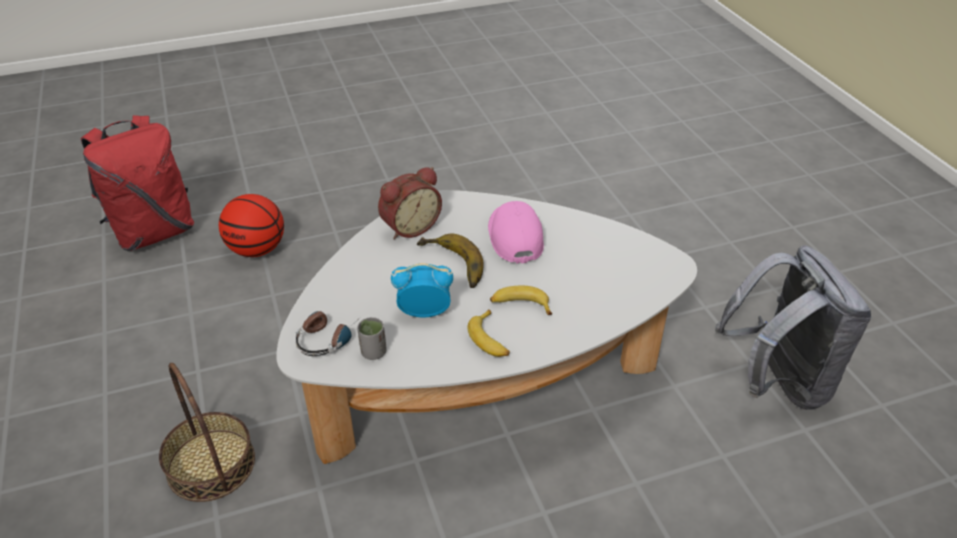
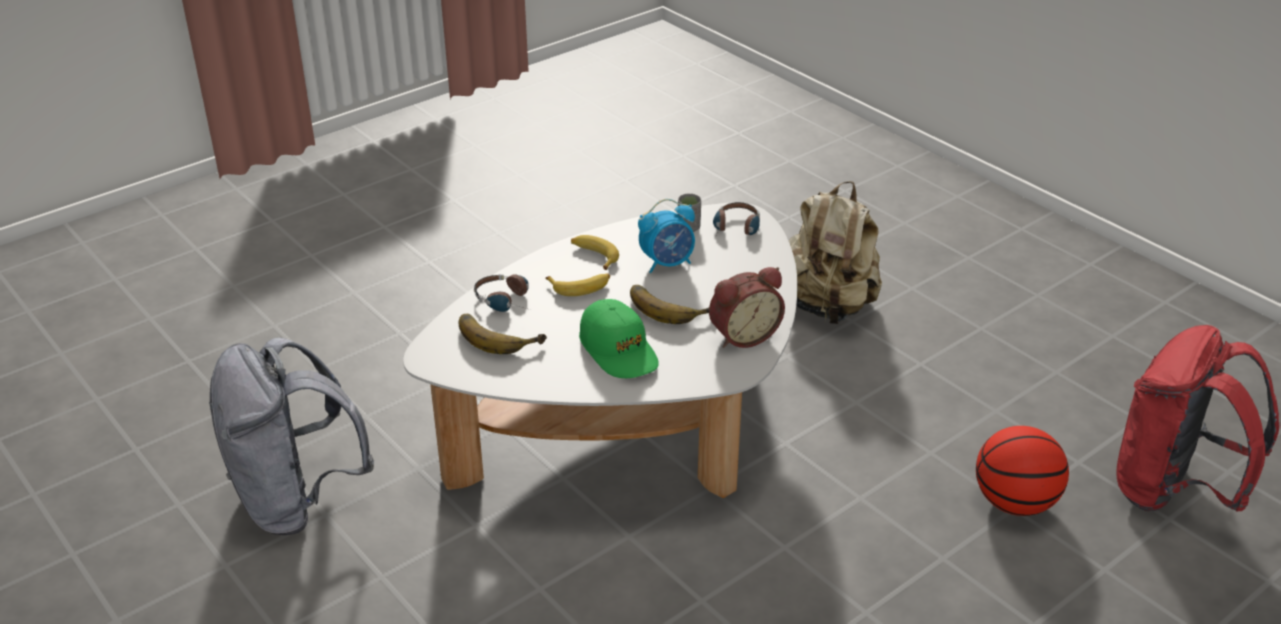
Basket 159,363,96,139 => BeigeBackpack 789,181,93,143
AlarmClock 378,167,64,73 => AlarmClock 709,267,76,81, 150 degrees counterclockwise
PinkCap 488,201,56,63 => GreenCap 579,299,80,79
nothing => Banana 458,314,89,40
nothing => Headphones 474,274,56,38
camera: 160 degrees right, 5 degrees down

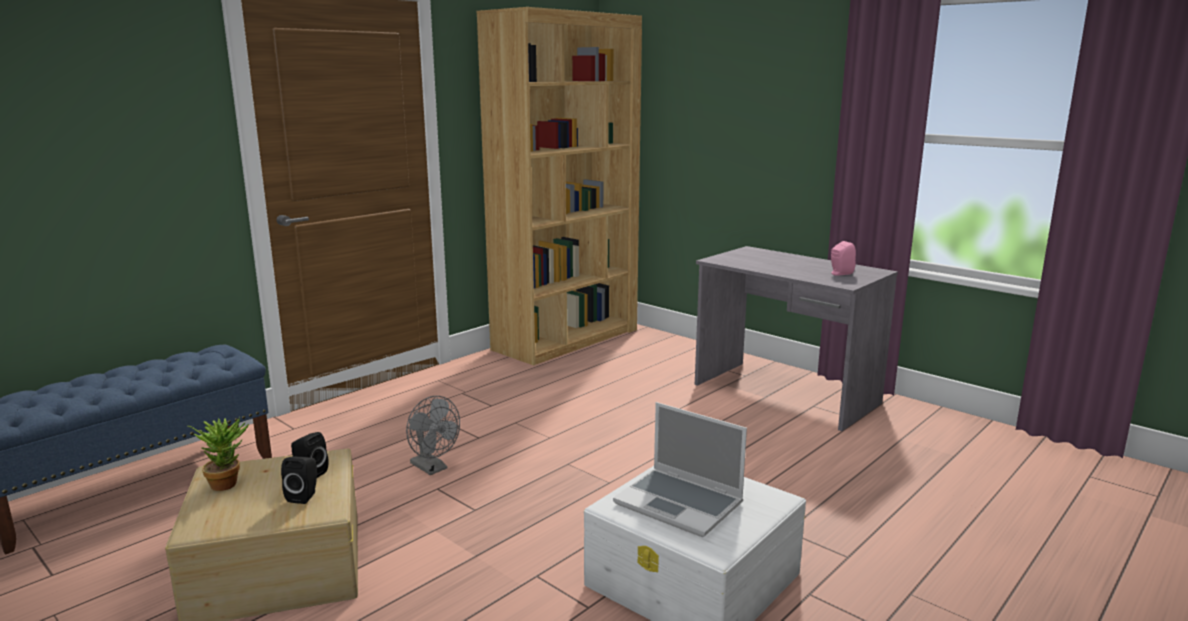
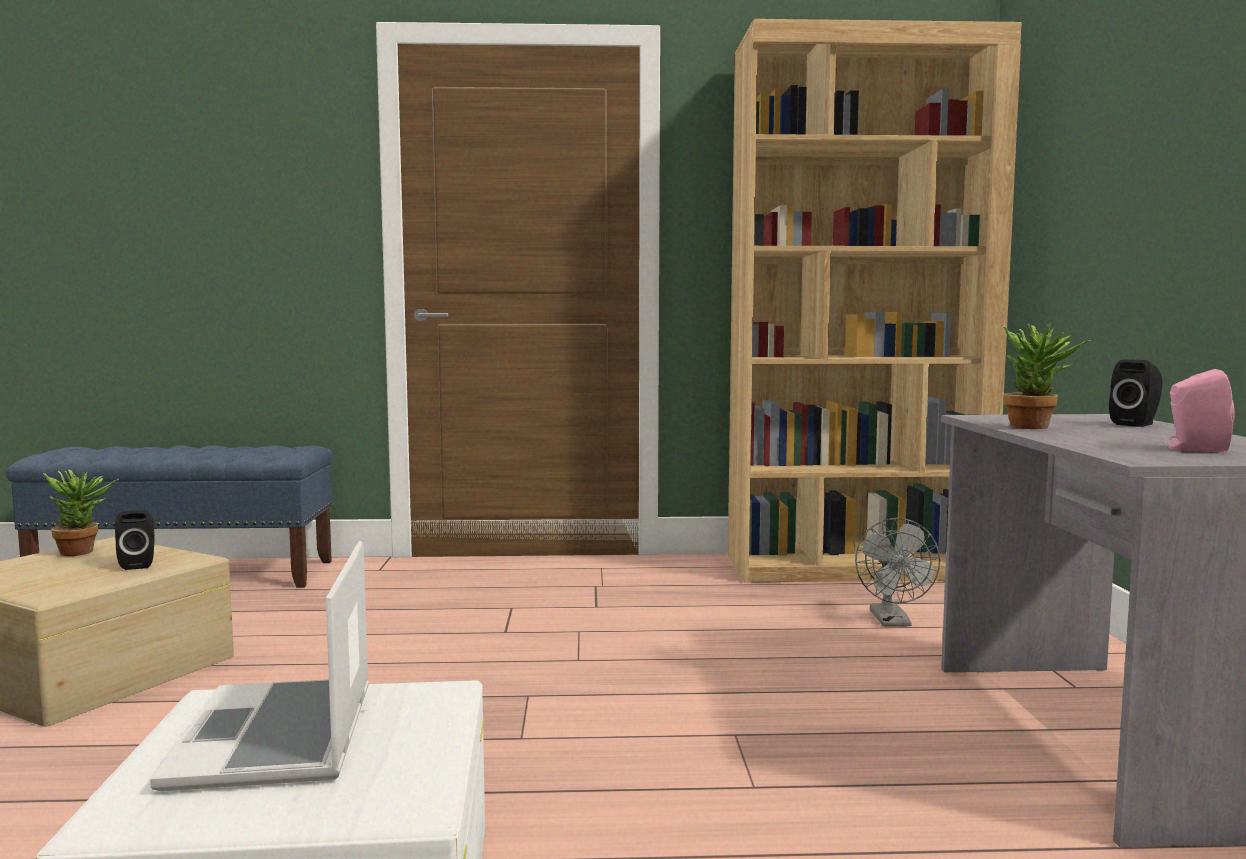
BlackSpeaker 281,456,36,48 => BlackSpeaker 1109,359,53,68, move
GreyFan 406,396,54,79 => GreyFan 855,518,85,108, move
nothing => PottedPlant 1003,323,88,106
camera: 45 degrees right, 10 degrees down

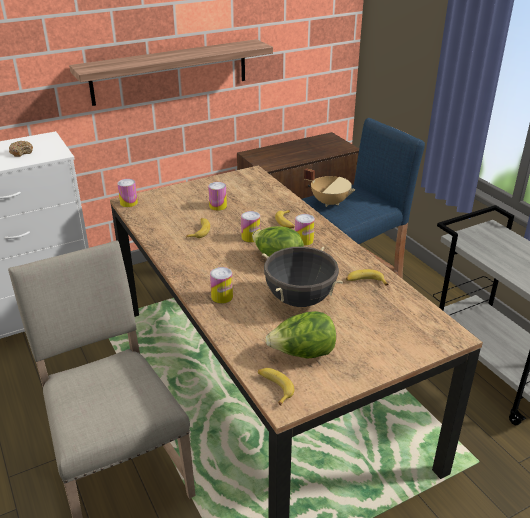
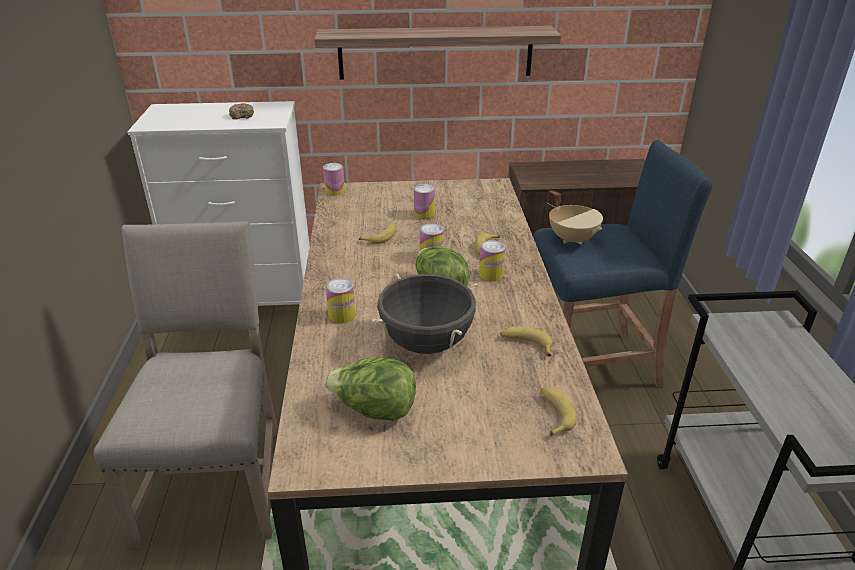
Banana 258,368,36,38 => Banana 540,388,37,48, move
camera: 25 degrees right, 0 degrees up

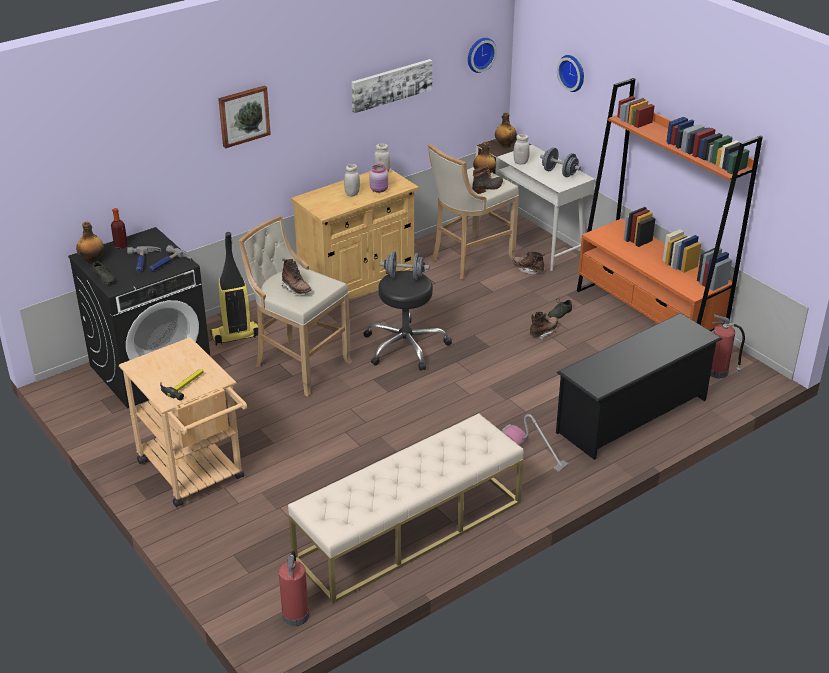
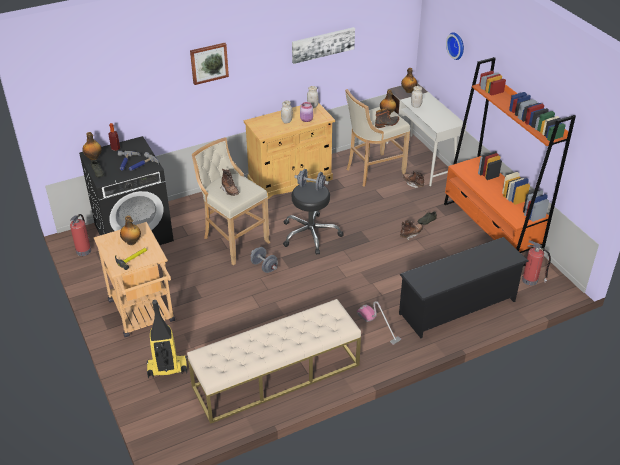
VacuumCleaner 210,232,48,114 => VacuumCleaner 147,300,40,78, move
FireExtinguisher 279,551,30,75 => FireExtinguisher 70,214,21,42, move
WallClock 468,38,29,35 => nothing
GreyDumbbell 540,147,41,30 => GreyDumbbell 251,247,27,26, move
nothing => Bottle 120,216,21,29
camera: 10 degrees right, 5 degrees up

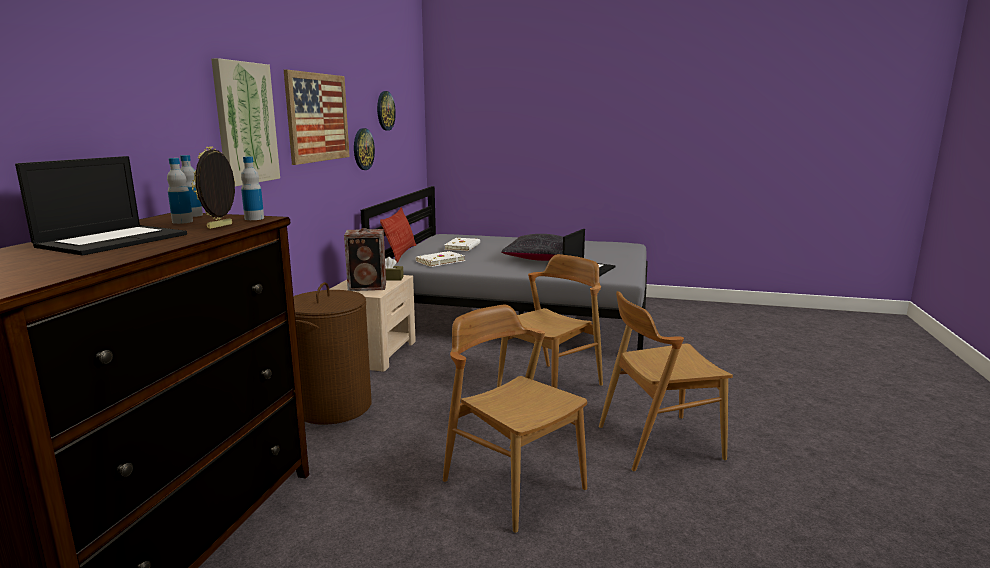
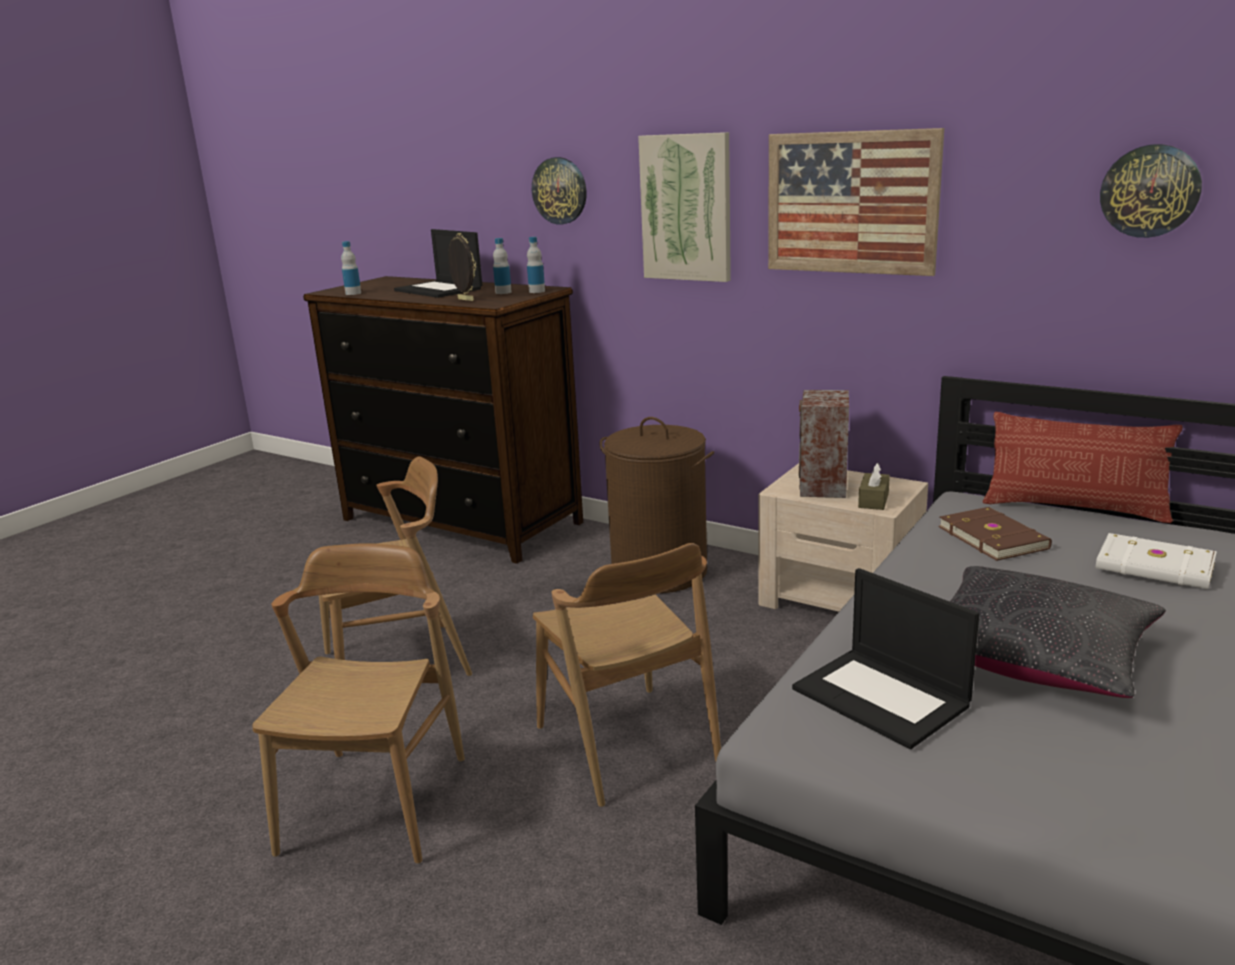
Bottle 241,156,23,64 => Bottle 341,241,20,54, move
WallClock 354,128,21,42 => WallClock 532,157,55,68, move
WhiteBook 415,251,50,16 => BrownBook 939,507,113,54
camera: 110 degrees right, 5 degrees up

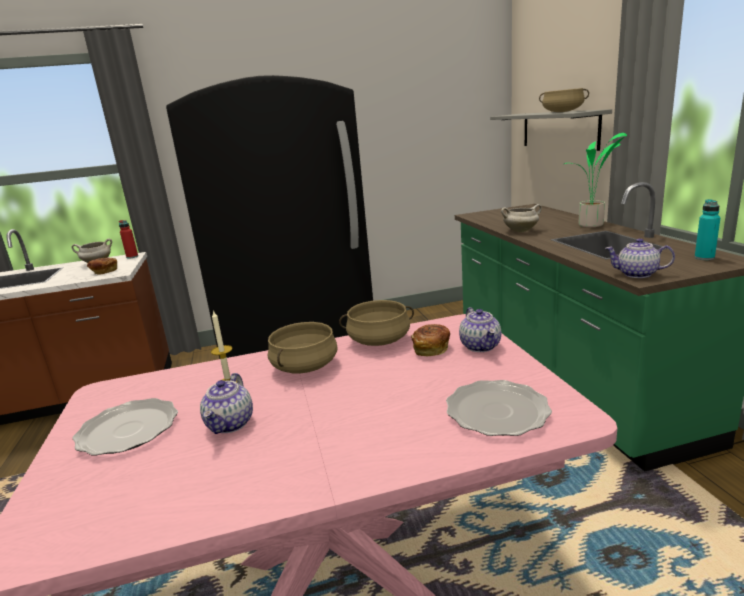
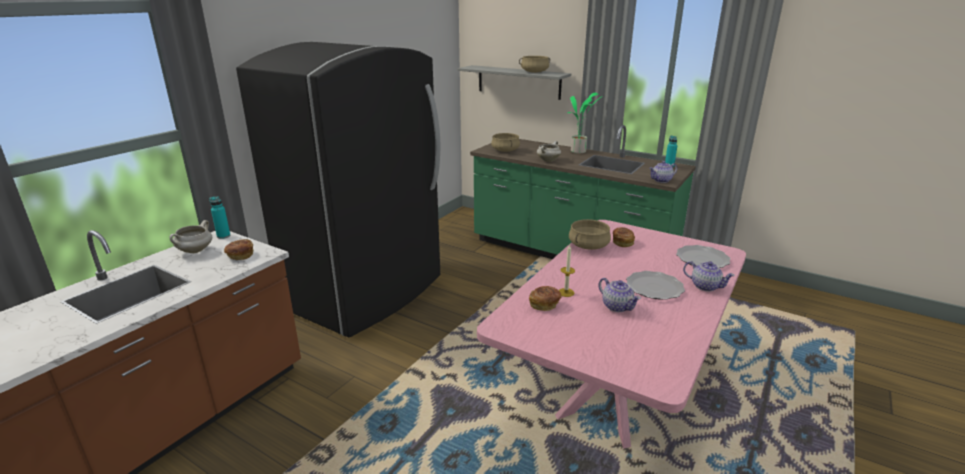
Plate 72,398,106,58 => Plate 626,271,59,29, move
RedBottle 119,220,19,39 => TurquoiseBottle 209,196,21,43
BeigeCookingPot 268,322,70,51 => BeigeCookingPot 491,133,29,19, move
Teapot 459,307,42,45 => Teapot 683,261,52,31, move
nothing => Bread 529,286,32,25
camera: 45 degrees left, 5 degrees up

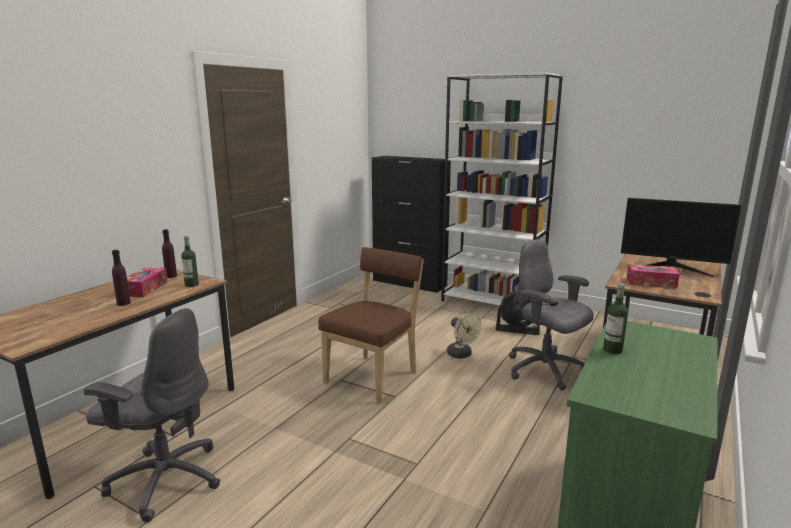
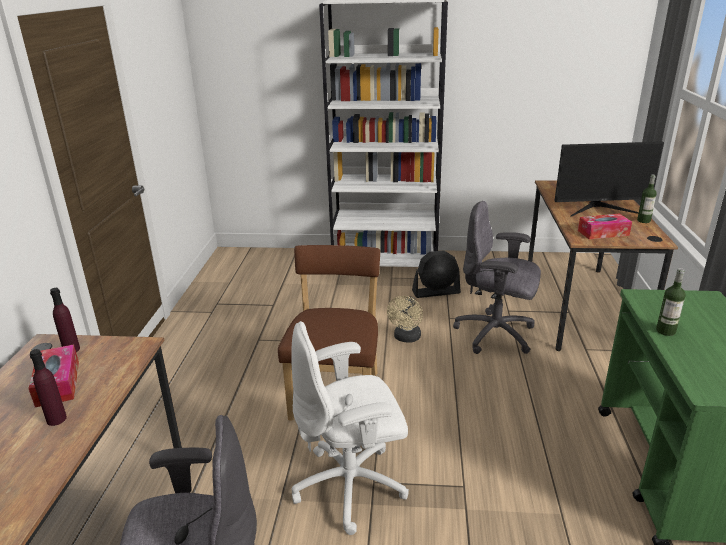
Bottle 181,236,18,51 => Bottle 637,175,20,48, move
BlackCabinet 372,156,79,137 => nothing
BeigeFan 447,313,35,45 => BeigeFan 387,296,36,46, 75 degrees clockwise
nothing => WhiteOfficeChair 291,321,118,214
camera: 25 degrees left, 10 degrees up

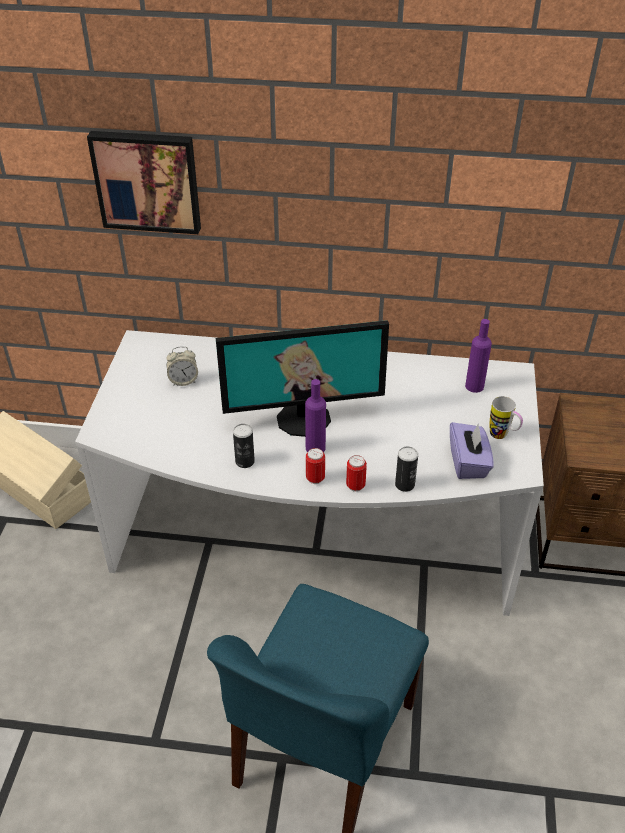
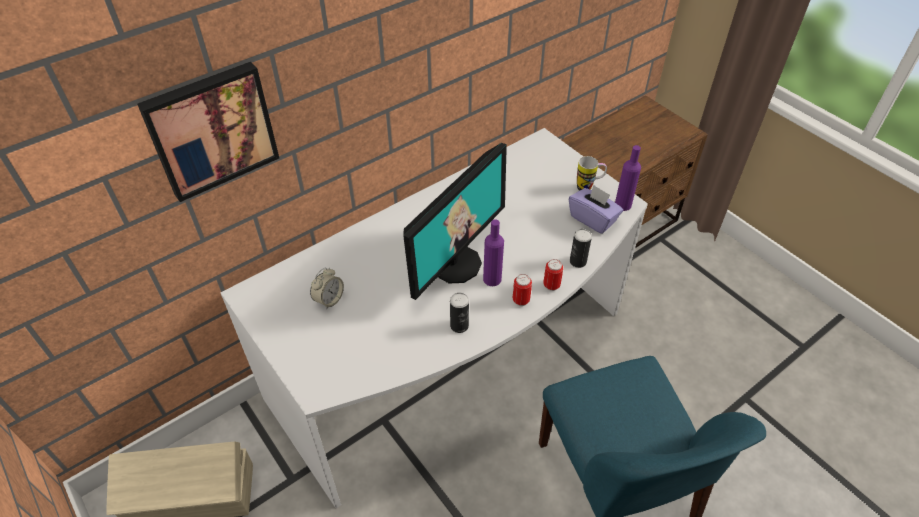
PurpleBottle 465,319,27,74 => PurpleBottle 615,145,26,66, move
camera: 45 degrees left, 5 degrees up

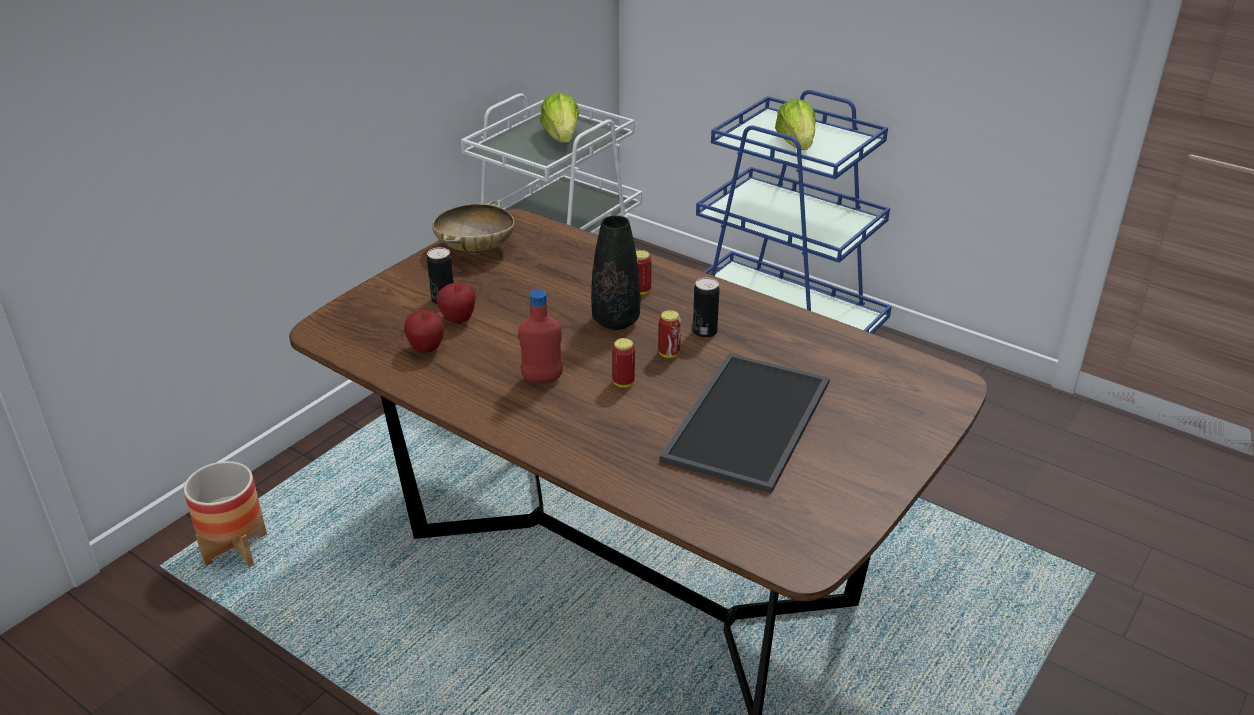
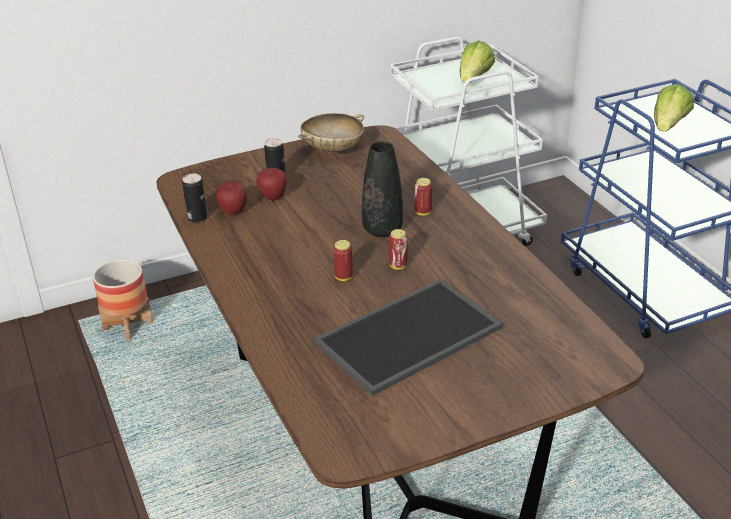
RedBottle 518,290,45,93 => nothing
Can 693,277,27,61 => Can 182,174,25,49, move
camera: 30 degrees right, 0 degrees up

